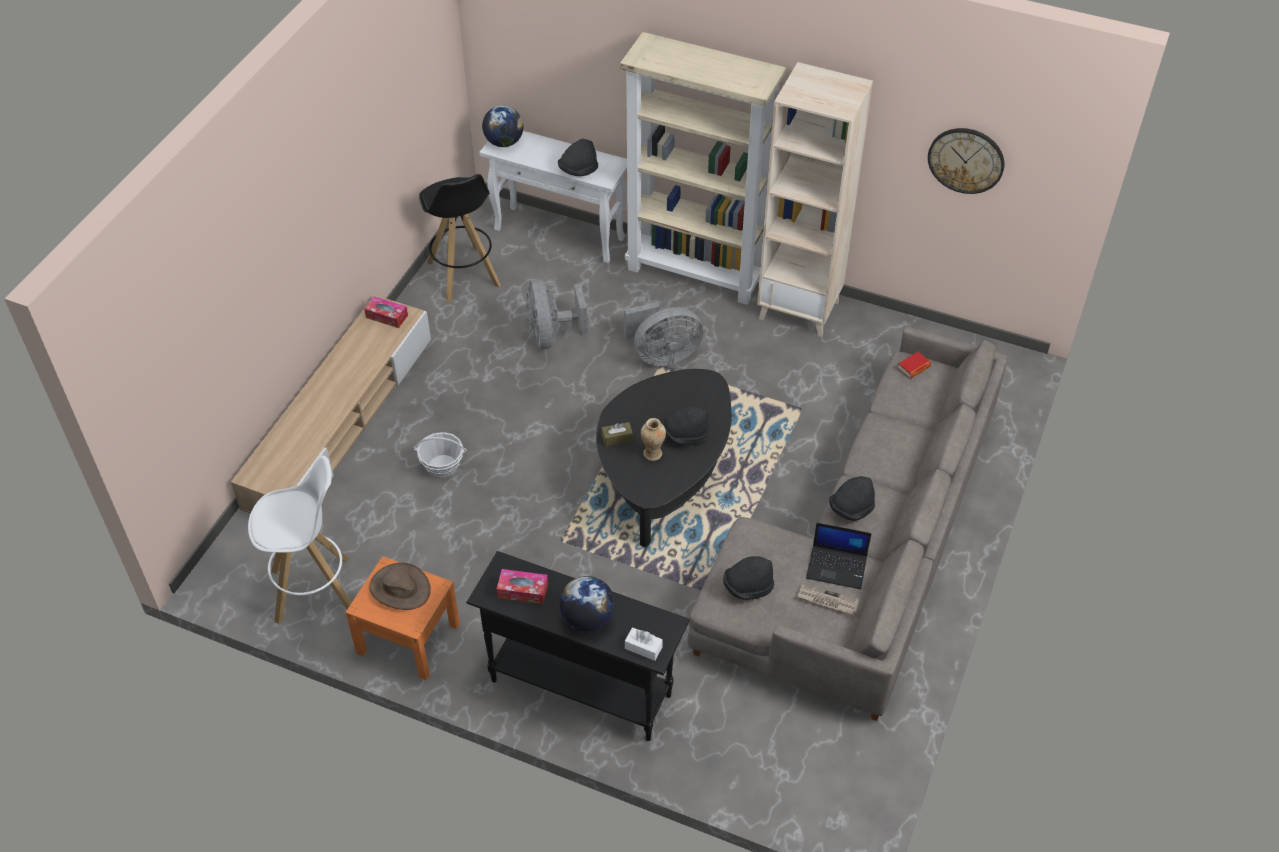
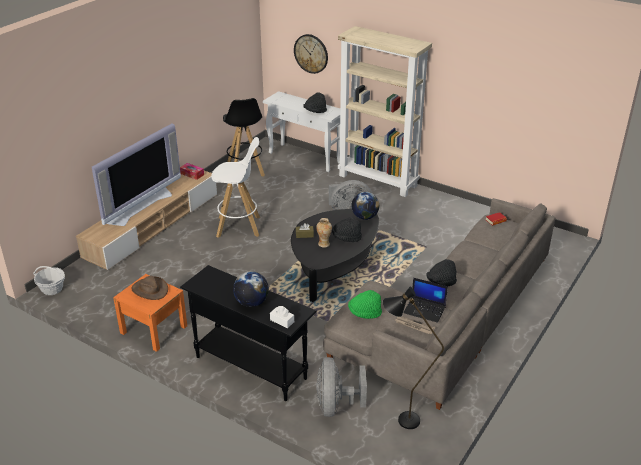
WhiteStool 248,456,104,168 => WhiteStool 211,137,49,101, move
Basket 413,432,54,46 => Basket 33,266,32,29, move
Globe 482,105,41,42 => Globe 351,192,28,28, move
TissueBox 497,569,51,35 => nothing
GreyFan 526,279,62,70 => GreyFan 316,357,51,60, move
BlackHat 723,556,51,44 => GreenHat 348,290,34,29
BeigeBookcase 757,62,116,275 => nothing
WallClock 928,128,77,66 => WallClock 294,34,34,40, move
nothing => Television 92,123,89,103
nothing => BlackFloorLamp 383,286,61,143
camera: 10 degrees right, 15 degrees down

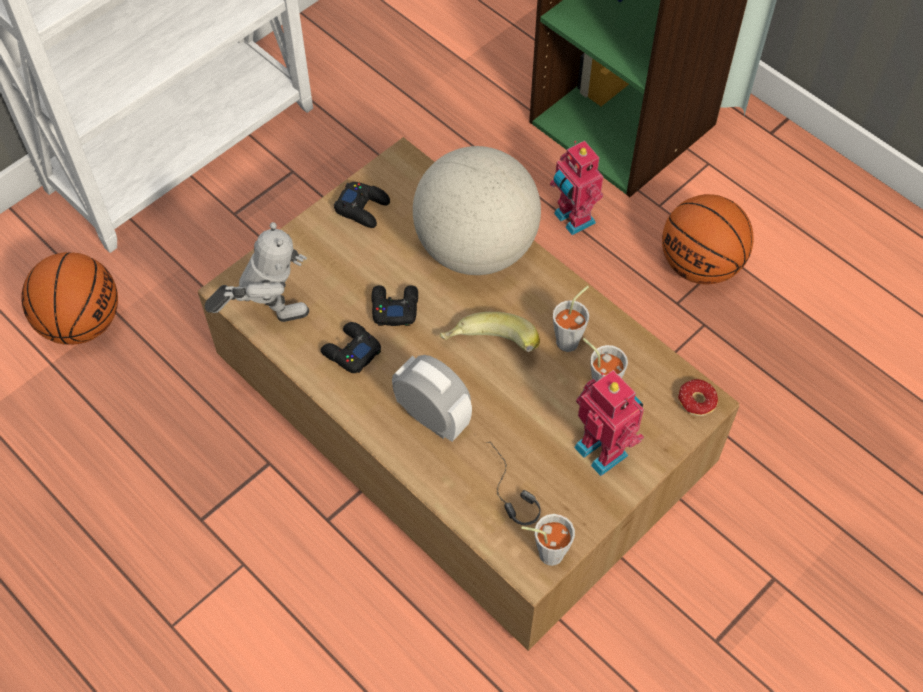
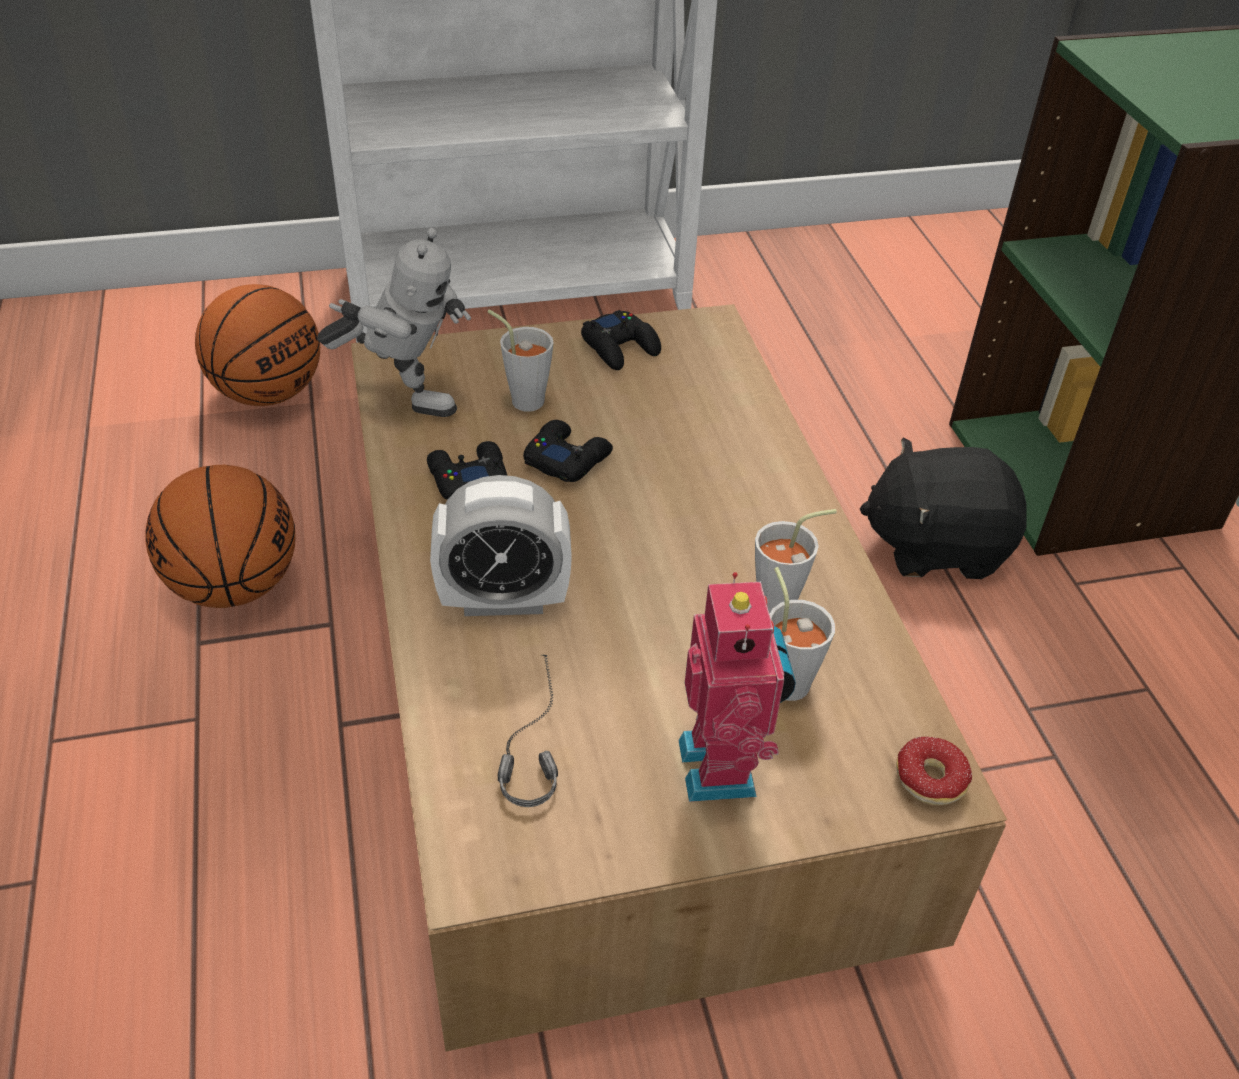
AlarmClock 392,355,80,87 => AlarmClock 430,475,142,141, 105 degrees clockwise
Globe 413,146,128,129 => nothing
Banana 440,312,100,40 => nothing
GreyCup 521,514,54,52 => GreyCup 488,310,66,102, move
ToyRobot 550,141,53,94 => BlackPlushToy 860,437,167,142
Basketball 662,194,92,91 => Basketball 145,465,150,143, move
camera: 30 degrees right, 15 degrees down

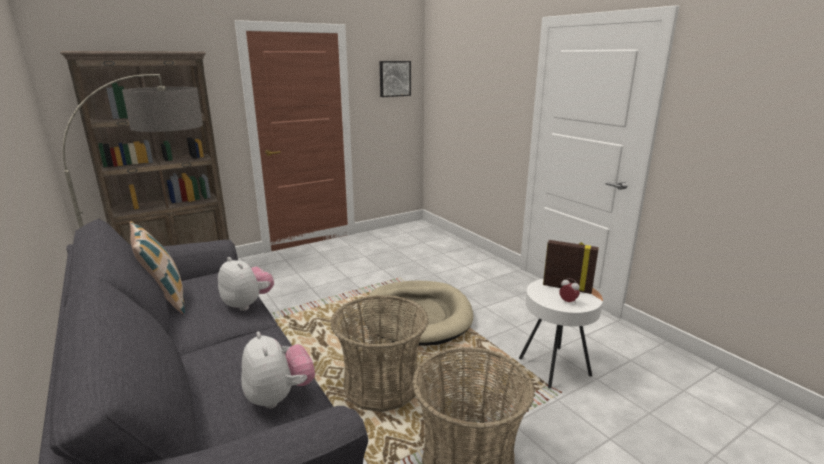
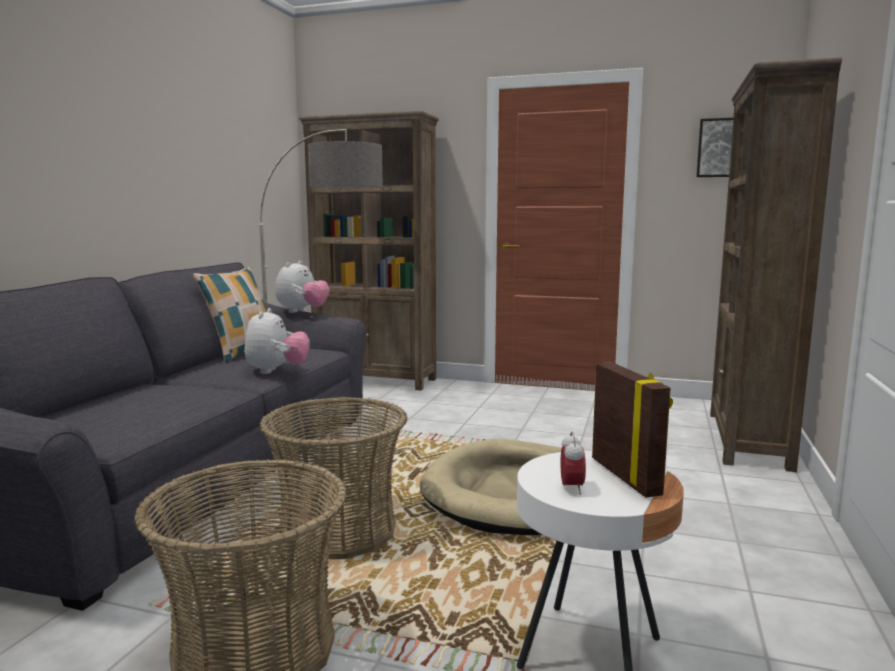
PlushToy 241,332,74,77 => PlushToy 275,261,54,52, move
nothing => BrownBookcase 710,57,132,415
camera: 50 degrees right, 10 degrees down

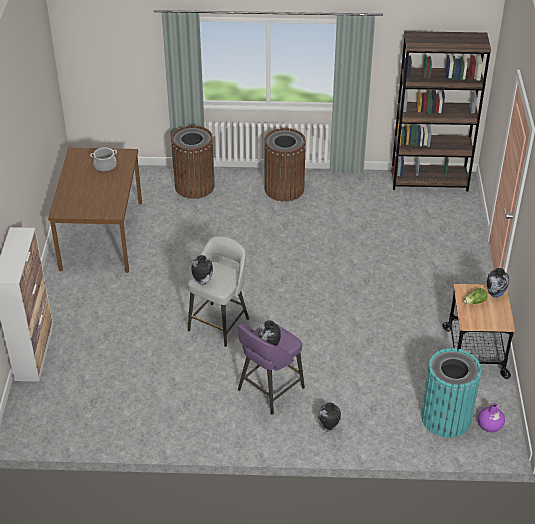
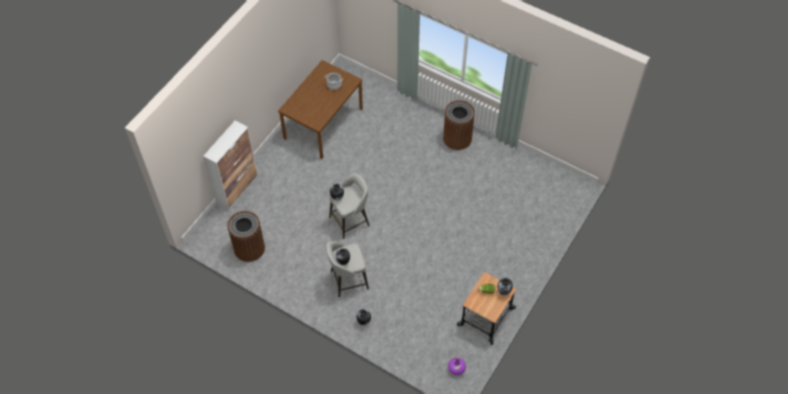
BrownTrashCan 171,125,44,74 => BrownTrashCan 227,211,38,51, move
PurpleStool 238,323,67,92 => GreyStool 326,241,43,56
BrownBookcase 391,31,100,161 => nothing
TurquoiseTrashCan 421,348,60,90 => nothing
camera: 30 degrees right, 15 degrees up

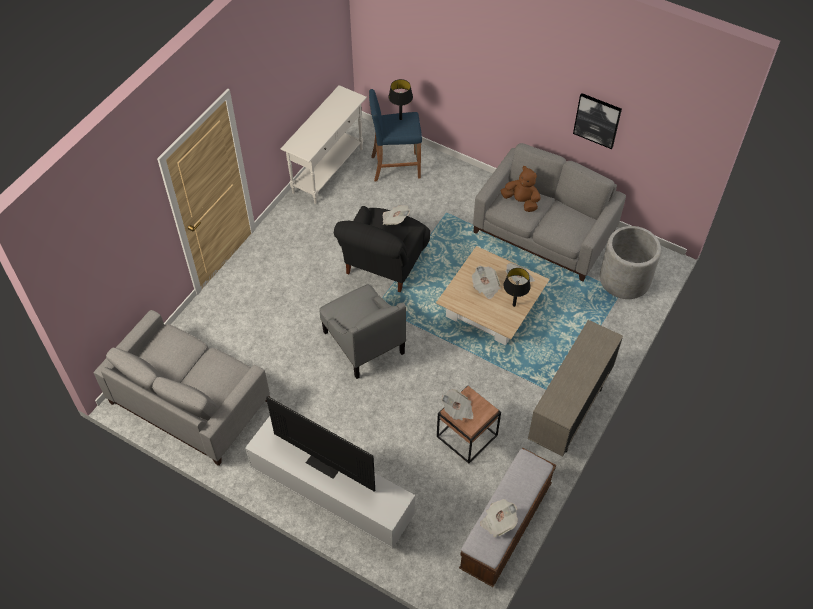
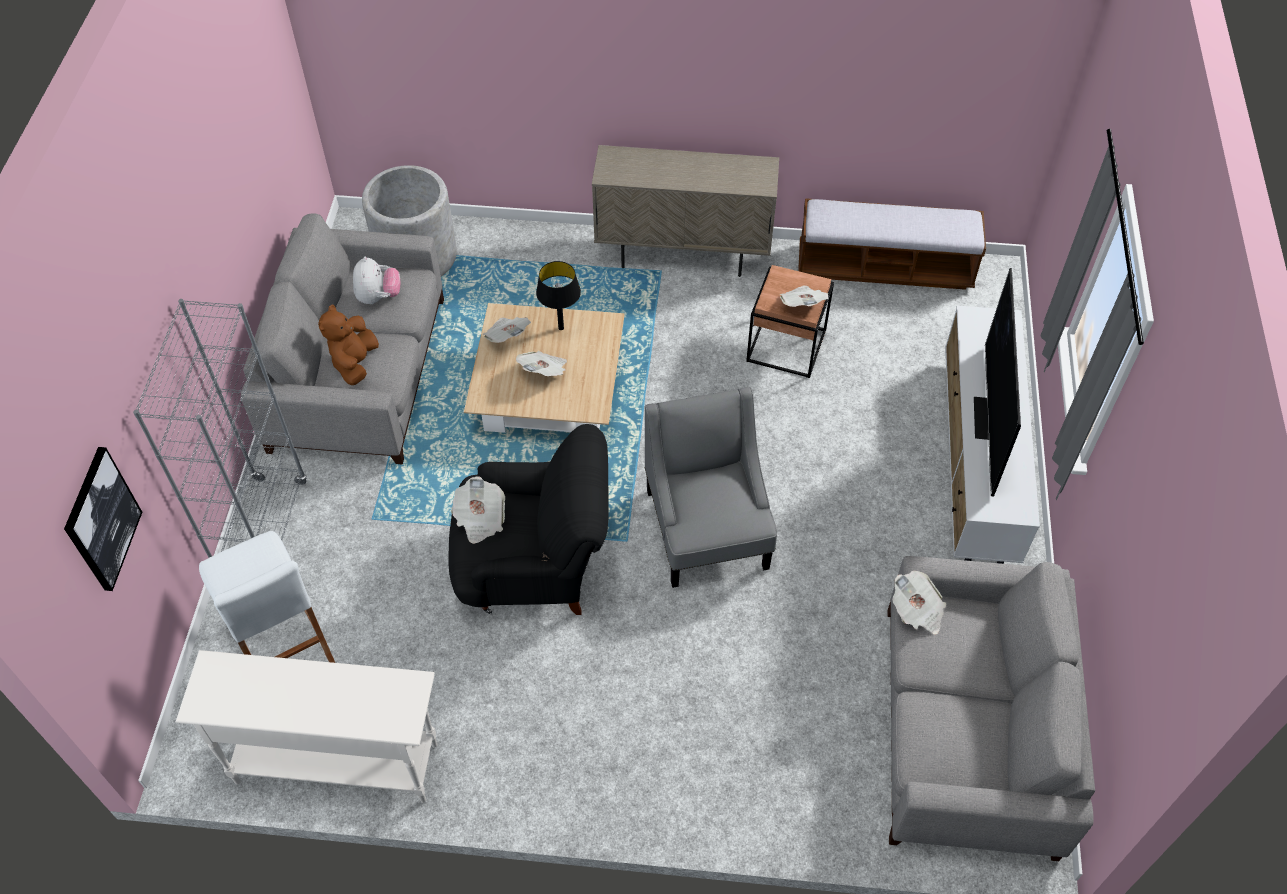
GreyArmchair 319,284,87,95 => GreyArmchair 645,387,132,201, 45 degrees counterclockwise
BlueStool 369,89,53,92 => WhiteStool 199,531,136,132
BlackTableLamp 388,79,25,41 => nothing
Newspaper 480,499,38,38 => Newspaper 892,571,54,64, move
Picture 573,93,49,56 => Picture 64,447,78,144, move
nothing => GreyBookcase 133,299,174,258
nothing => PlushToy 353,256,47,48
camera: 115 degrees left, 0 degrees up

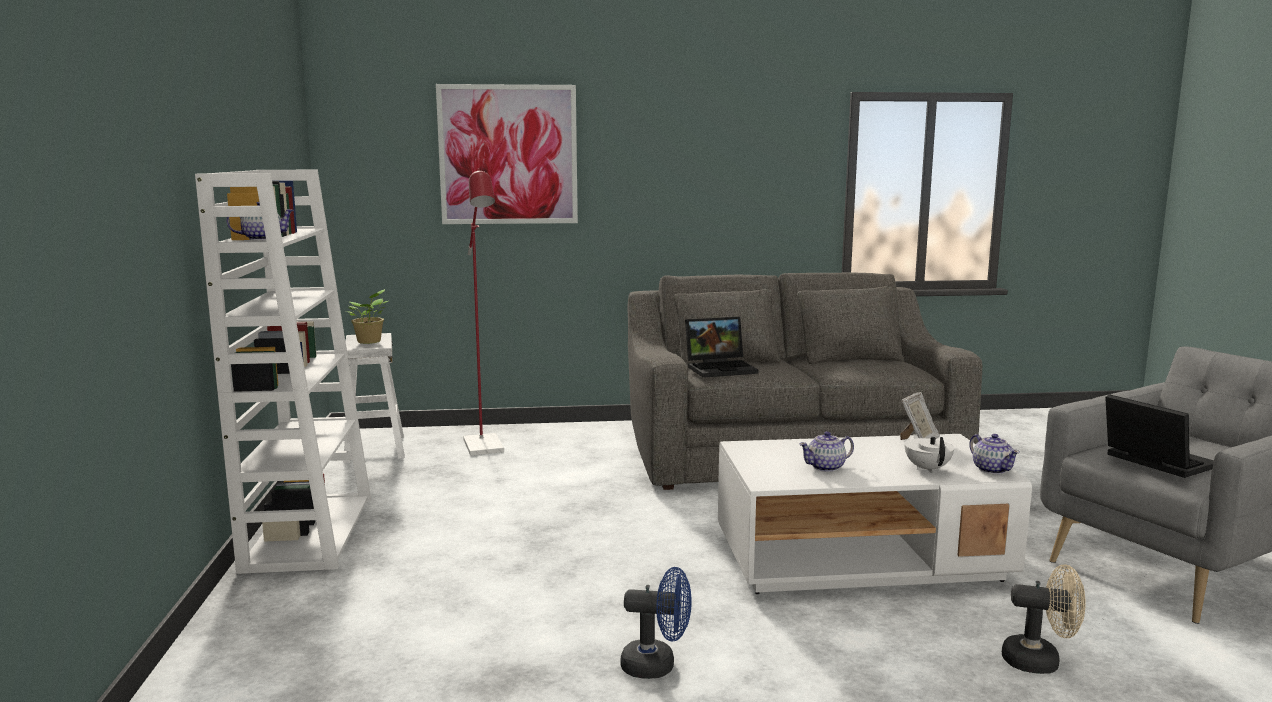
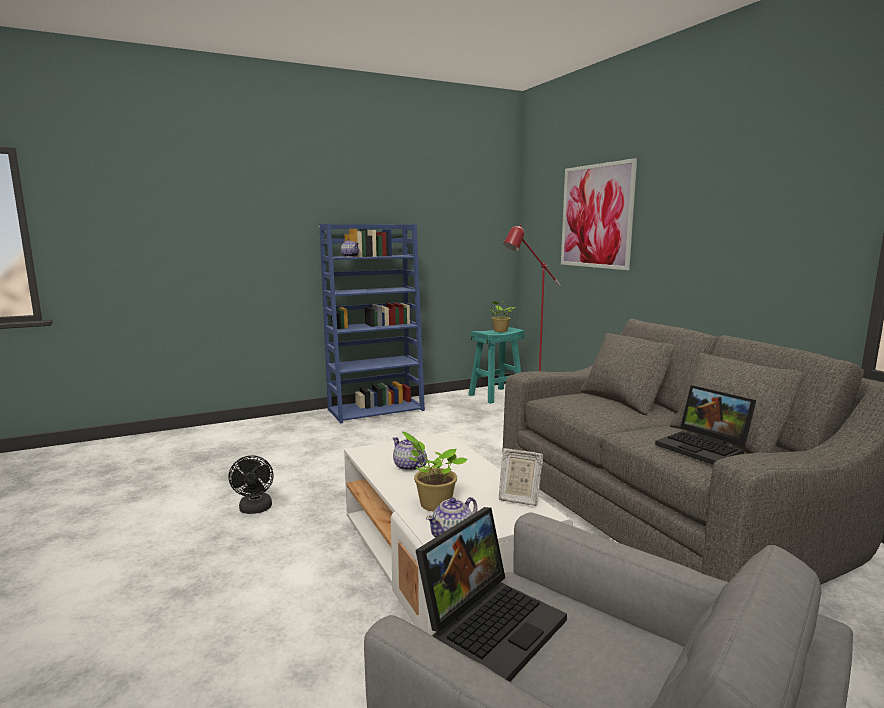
WhiteBookcase 195,170,176,404 => BlueBookcase 319,224,106,199
WhiteStool 343,333,62,130 => TurquoiseStool 468,327,56,77
BlueFan 621,567,71,112 => BlackFan 229,456,45,58
Laptop 685,317,73,61 => Laptop 655,385,101,80, move
WhiteTeapot 904,434,50,39 => PottedPlant 402,431,65,80
BeigeFan 1002,564,84,110 => nothing
camera: 70 degrees right, 0 degrees up

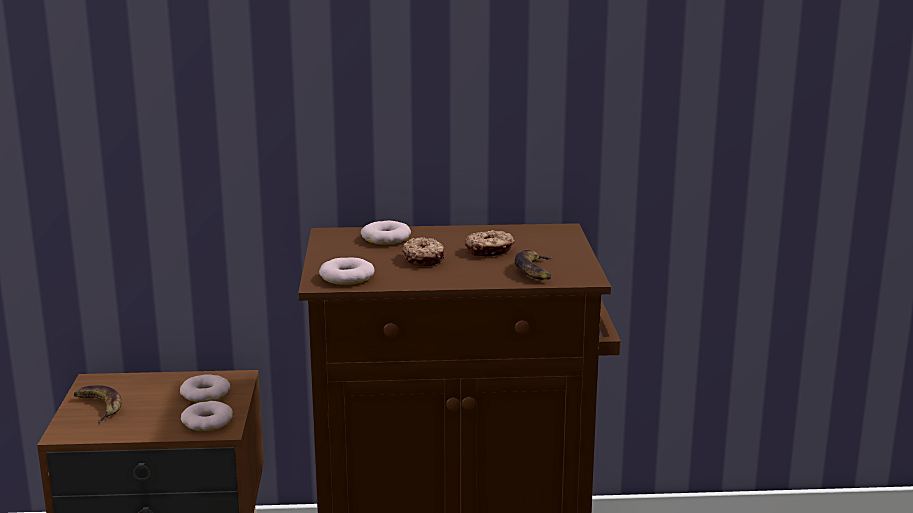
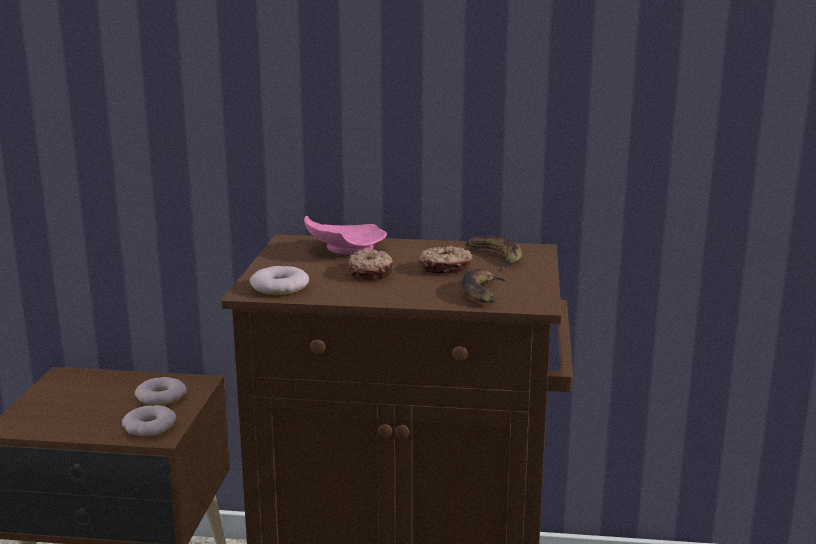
Banana 74,385,48,38 => Banana 465,236,57,34, move
Donut 361,220,50,25 => PinkPlate 304,216,83,39
camera: 10 degrees right, 0 degrees up

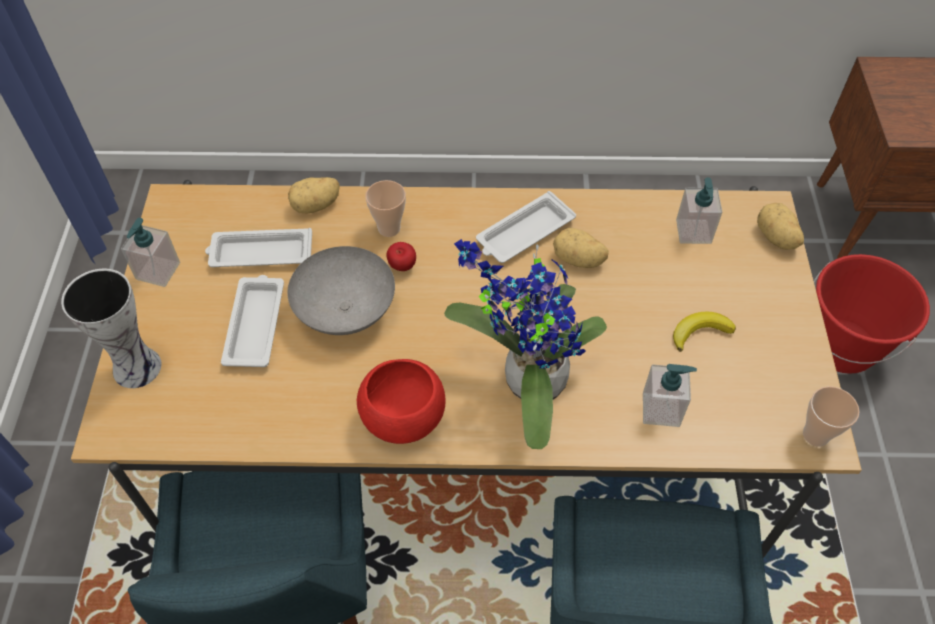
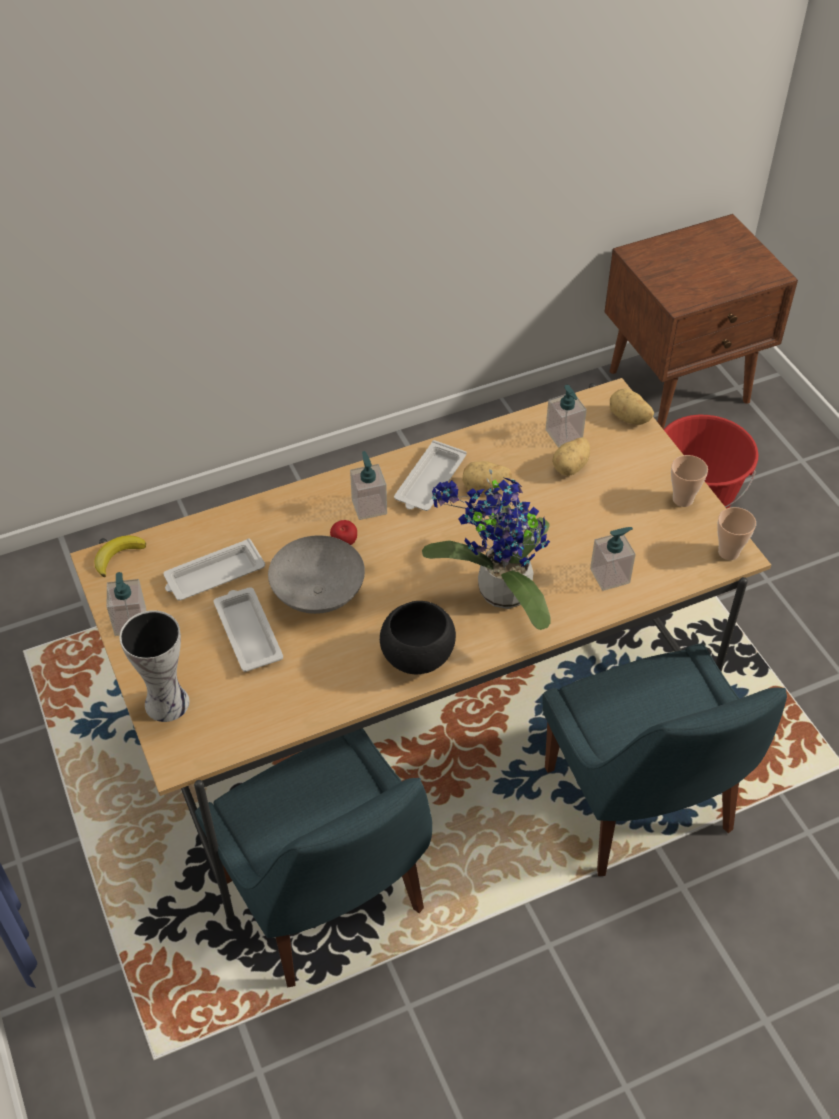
Potato 288,177,52,37 => Potato 552,437,38,39, move
RedBowl 357,359,89,85 => BlackBowl 380,601,76,73
Cup 365,180,41,57 => Cup 671,455,37,52, move
Banana 673,311,63,41 => Banana 94,536,52,41, move
nothing => SoapDispenser 350,451,37,69
camera: 25 degrees left, 5 degrees down

